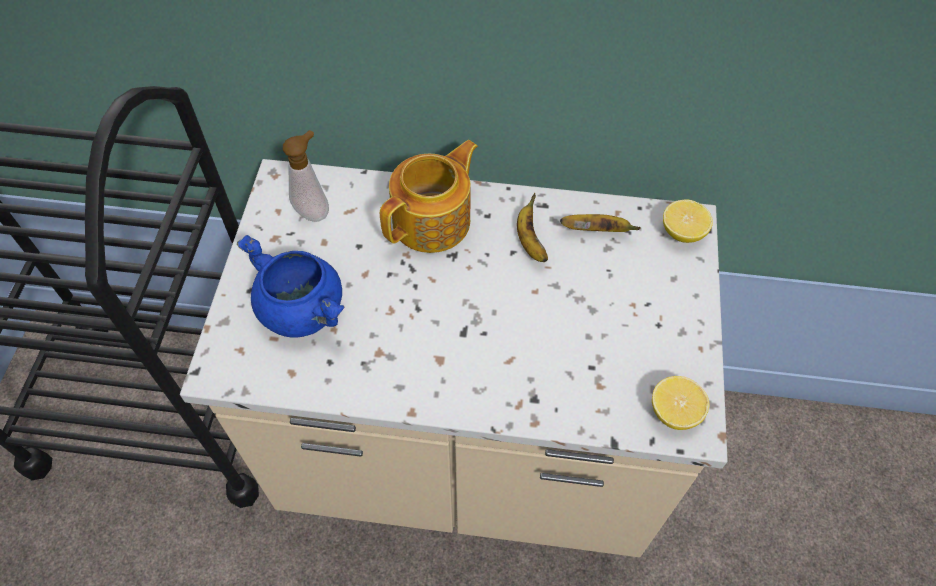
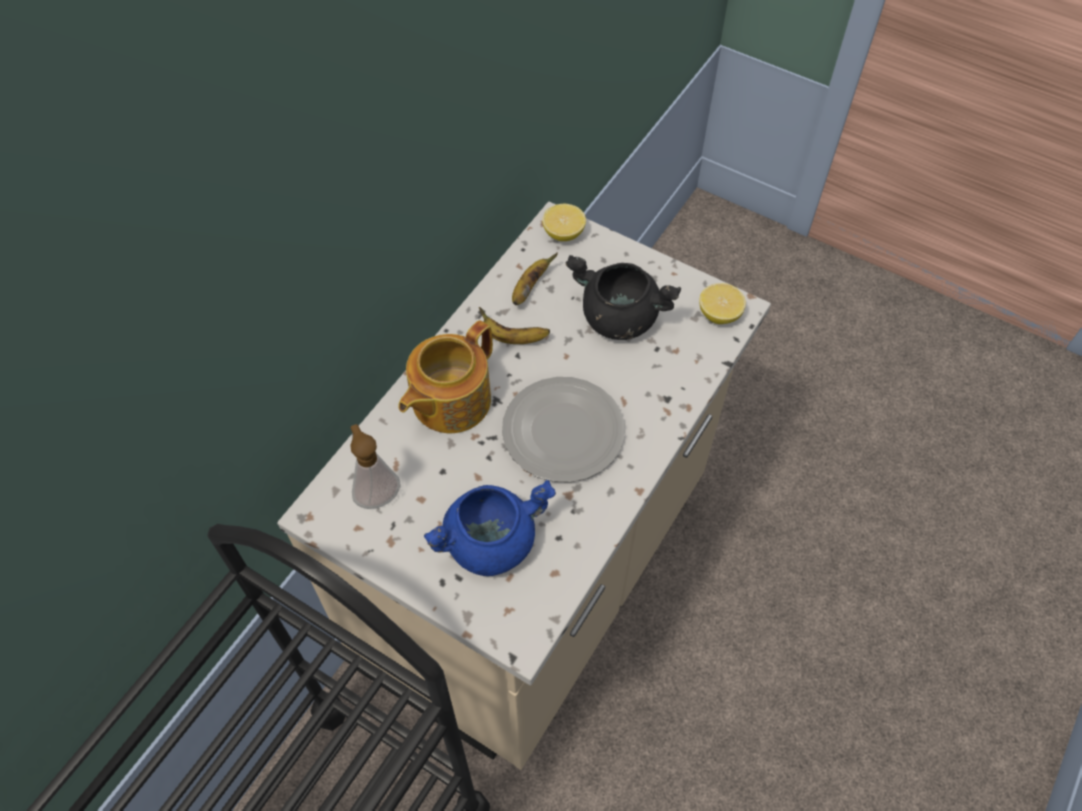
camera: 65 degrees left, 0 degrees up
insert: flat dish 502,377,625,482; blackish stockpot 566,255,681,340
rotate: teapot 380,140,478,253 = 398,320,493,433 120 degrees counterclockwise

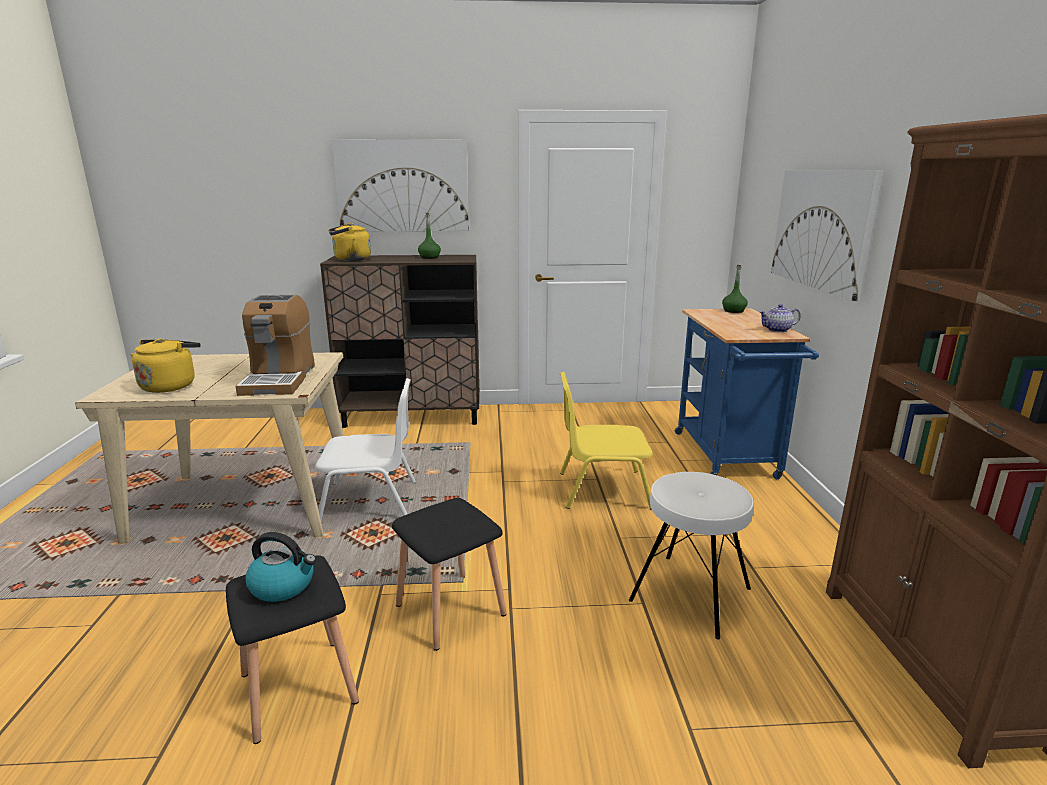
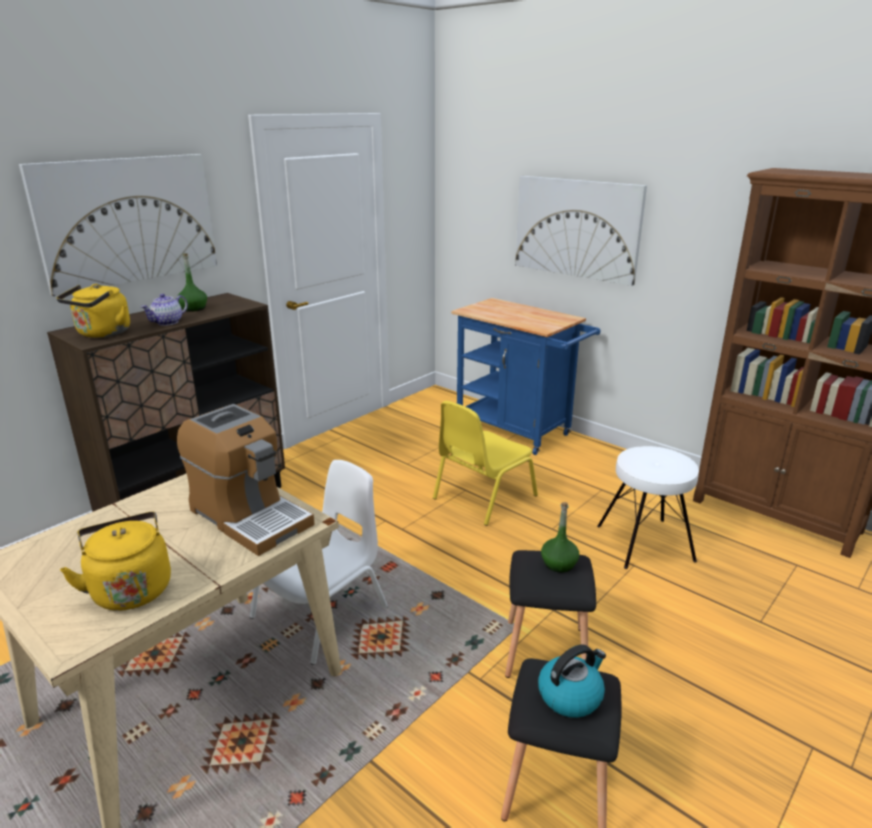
camera: 45 degrees left, 5 degrees up
move: greenish beverage bottle 722,265,748,313 to 541,502,579,573; teapot 759,304,801,332 to 141,294,188,326

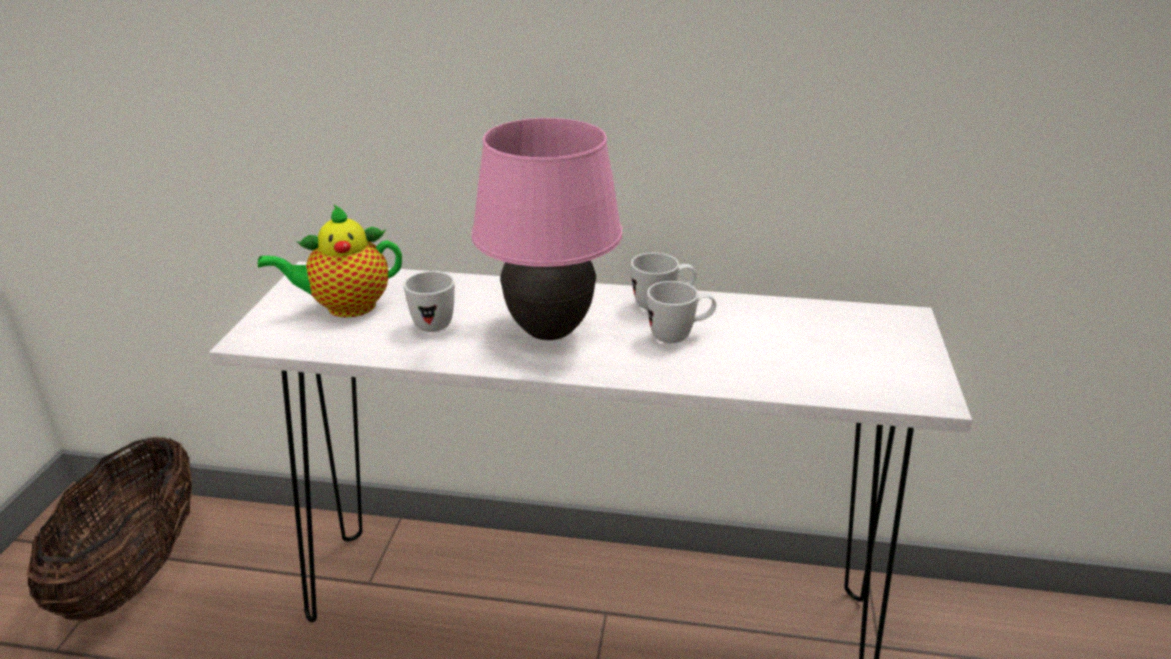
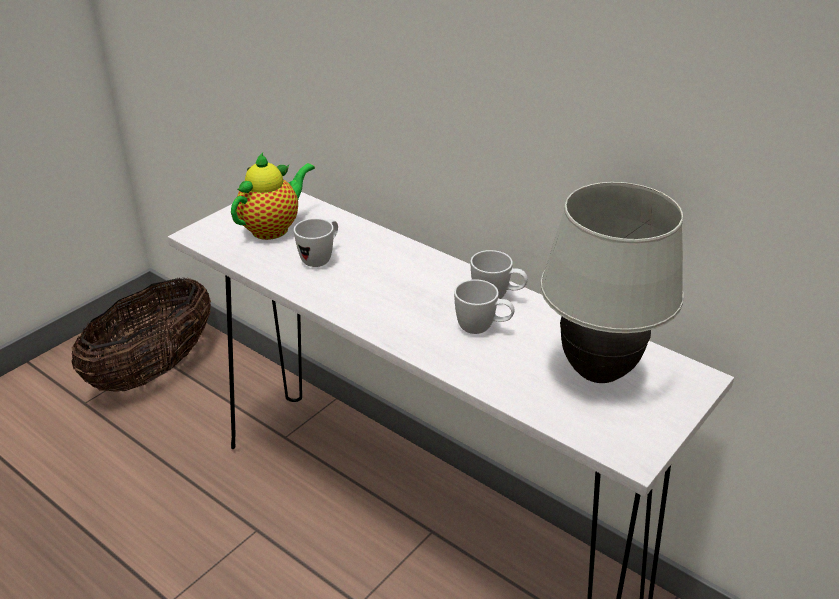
camera: 30 degrees right, 5 degrees up
delete: pinkish lamp for a table 472,118,622,340
insert: white lamp for a table 540,182,684,383
rotate: teapot 258,204,402,318 = 231,152,315,240 120 degrees clockwise

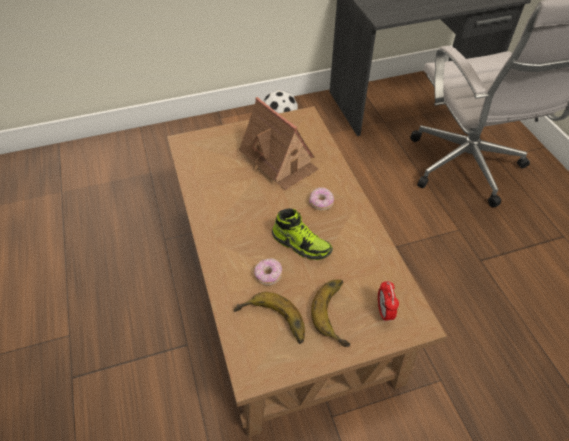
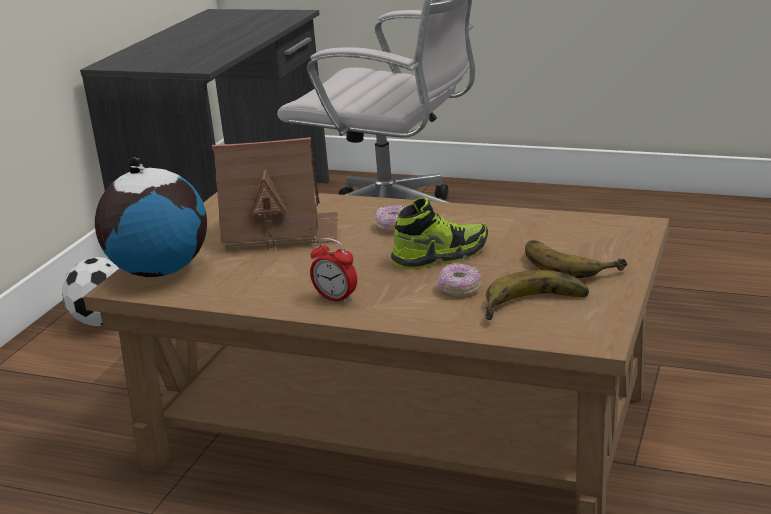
camera: 50 degrees left, 25 degrees down
insert: desk globe 95,157,207,277
move: table clock 378,281,399,321 to 310,238,357,304

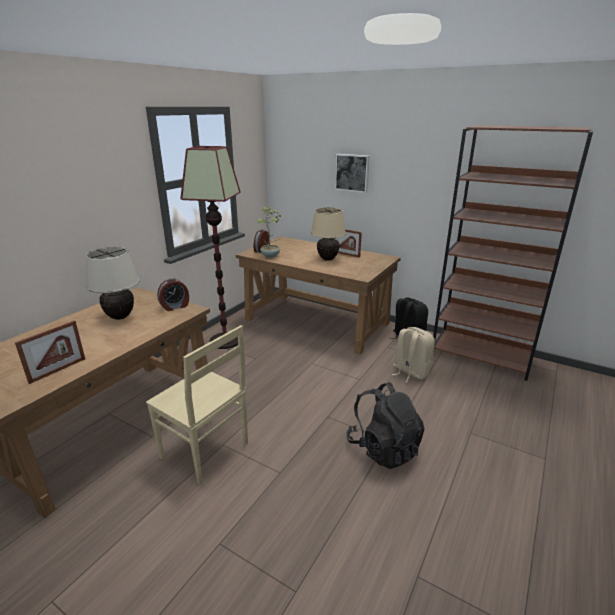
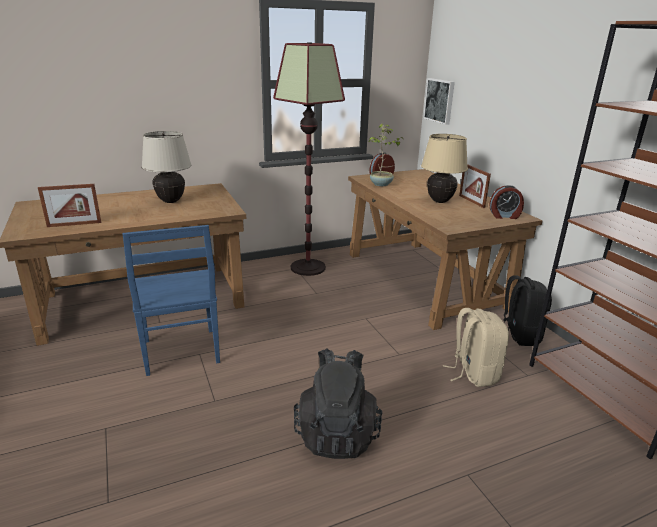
camera: 35 degrees right, 0 degrees up
move: table clock 157,279,189,311 to 489,185,524,219; picture 335,154,370,193 to 423,78,455,125
recolor: beige plain chair 146,325,248,485 to bluish plain chair 122,225,220,376

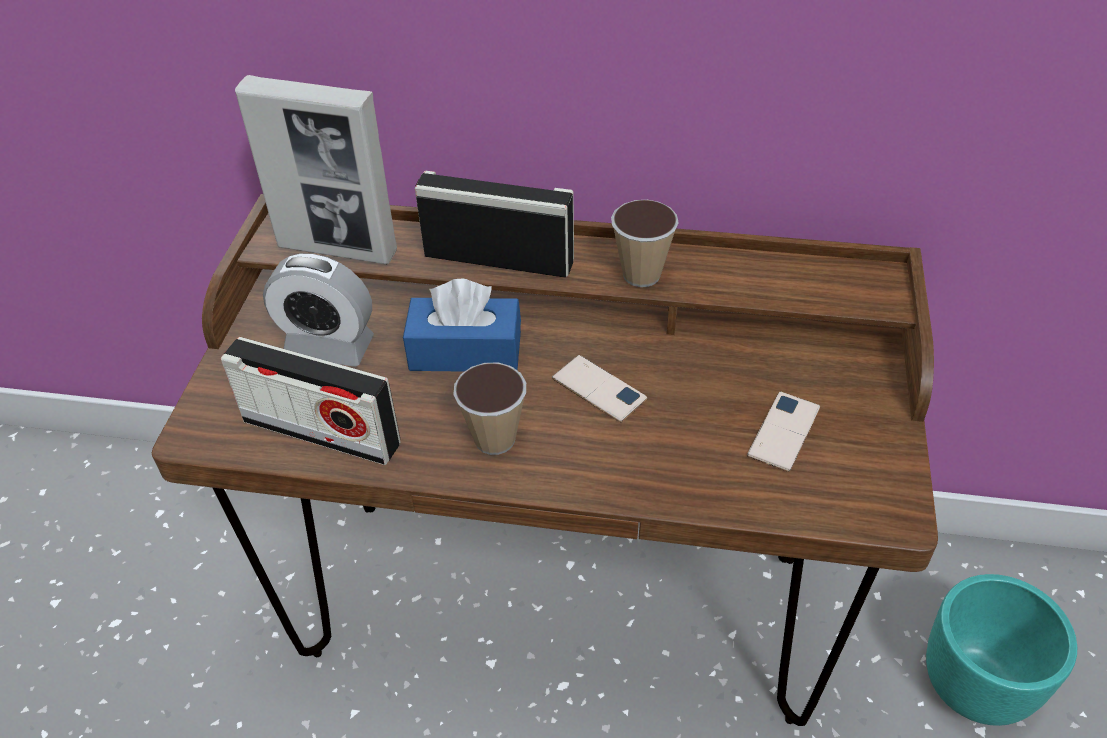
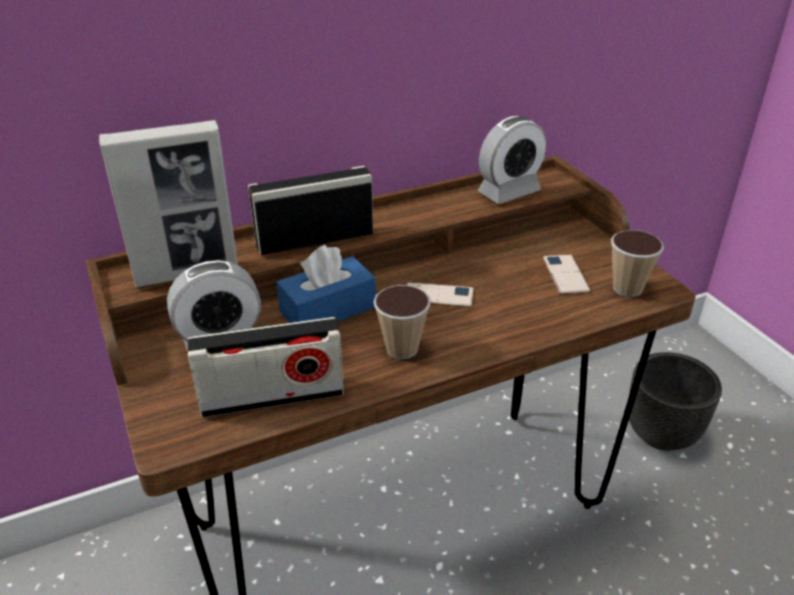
camera: 35 degrees left, 10 degrees down
insert: table clock 478,116,546,204
move: drinking cup 611,200,679,287 to 611,230,664,297
recolor: turquoise flower pot 926,574,1077,726 to blackish flower pot 629,352,722,451

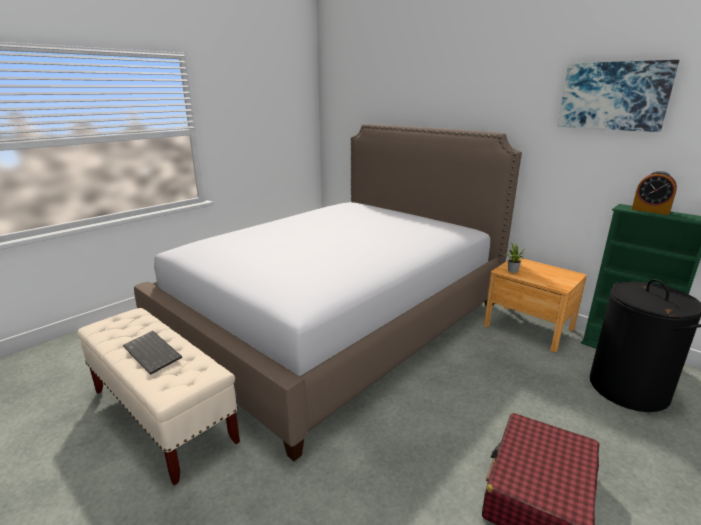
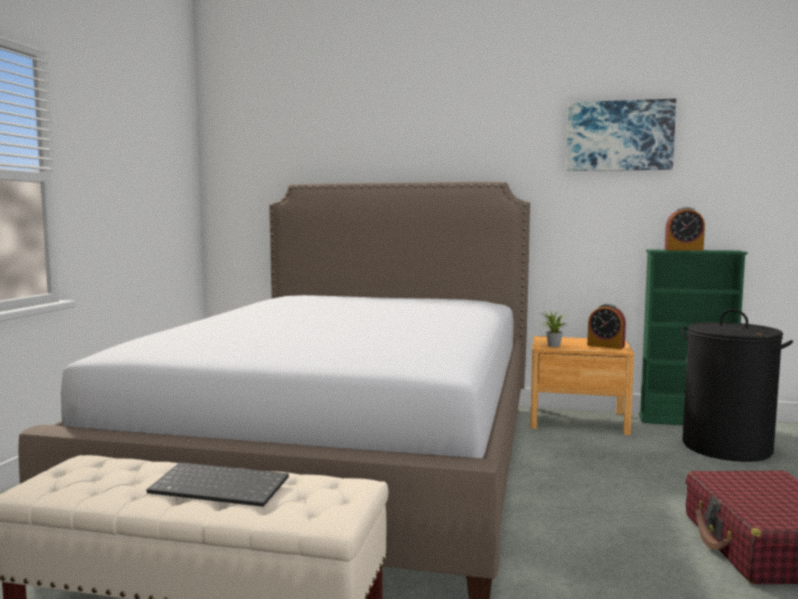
camera: 30 degrees left, 15 degrees down
insert: table clock 587,304,626,349

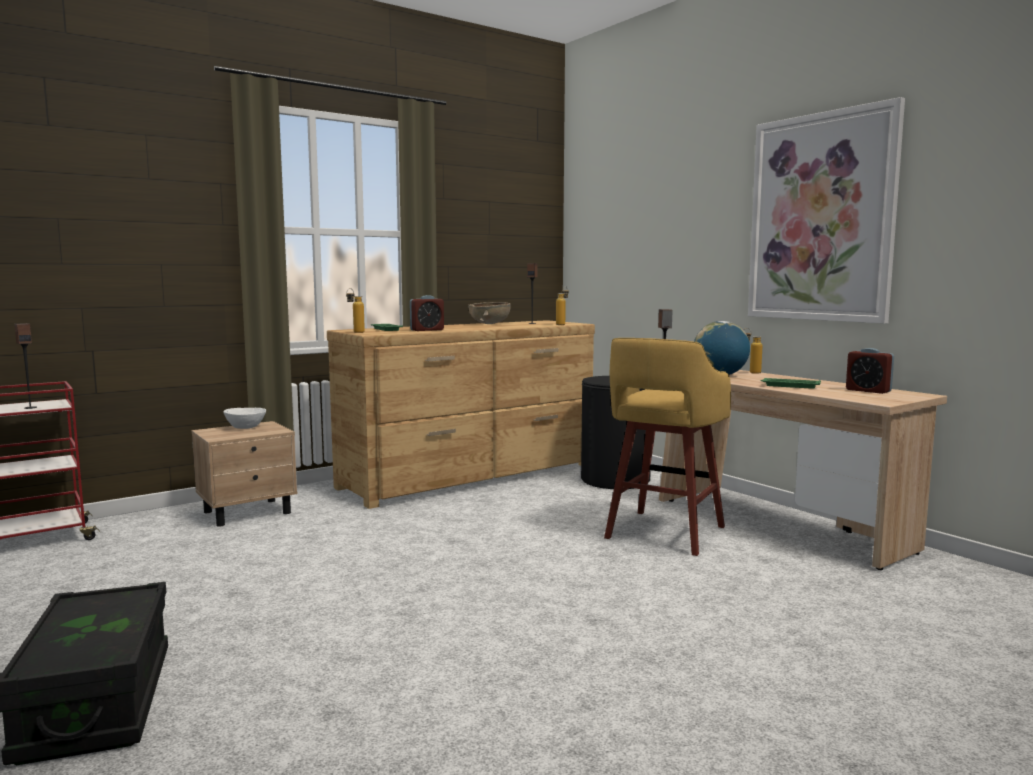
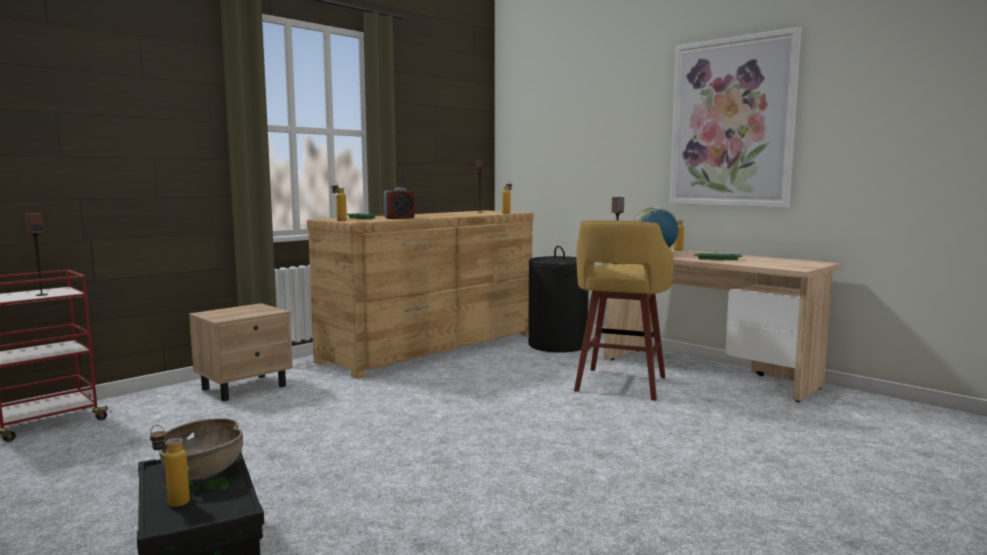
camera: 10 degrees left, 0 degrees up
delete: white bowl 223,408,266,429; table clock 846,348,894,394
insert: beverage bottle 150,425,190,507
move: brownish bowl 468,302,510,324 to 159,418,243,479

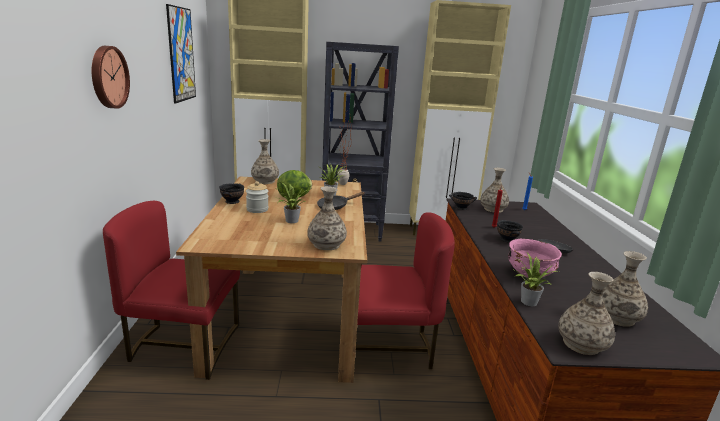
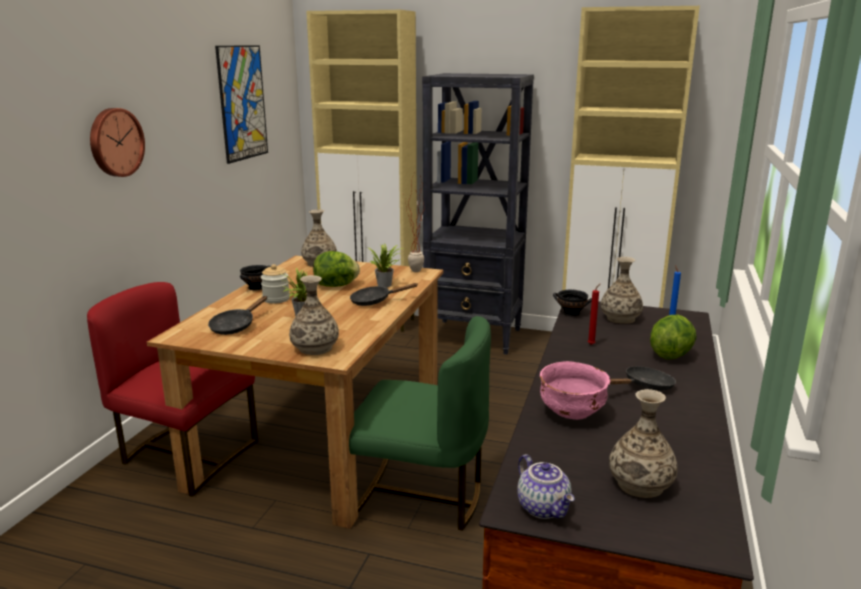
camera: 20 degrees right, 0 degrees up
delete: blackish bowl 497,220,523,243; houseplant 514,253,557,306
insert: blackish pan 208,296,267,335; head of lettuce 650,314,697,359
replace: vase 558,272,615,355 to teapot 517,454,574,519
recolor: reddish plain chair 356,212,455,369 to greenish plain chair 349,316,491,531

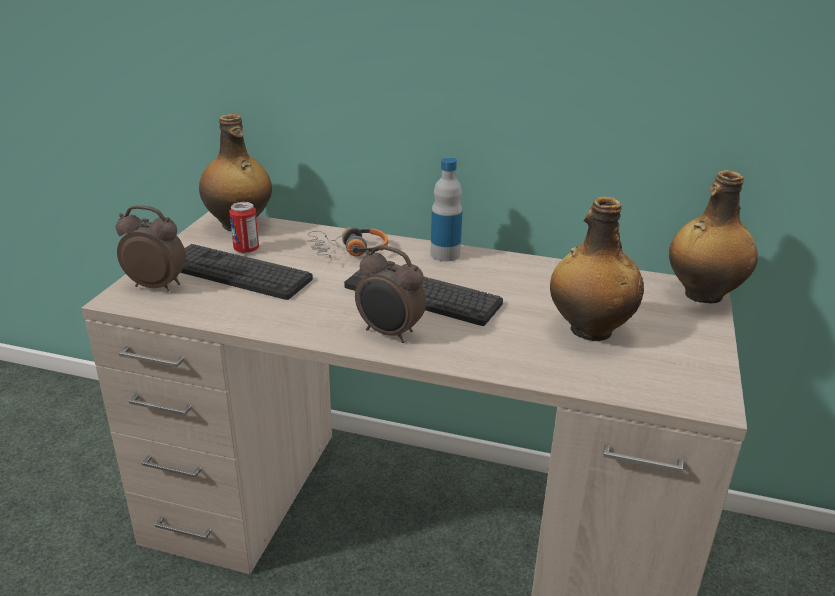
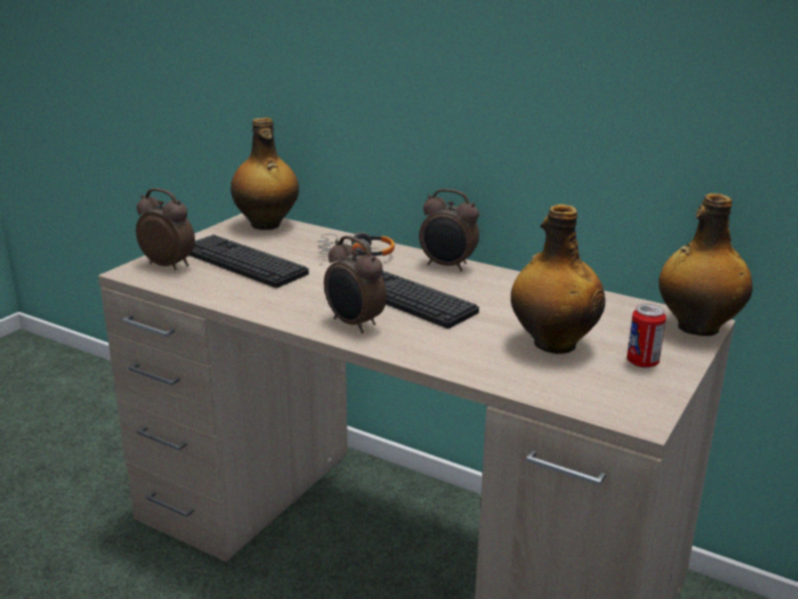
camera: 15 degrees right, 5 degrees down
move: metal can 229,202,259,253 to 627,304,666,368
replace: beverage bottle 430,157,463,261 to table clock 419,189,479,271

